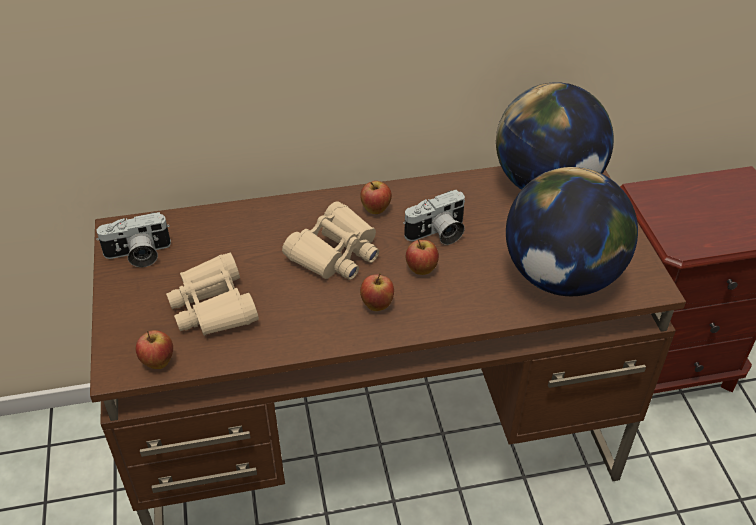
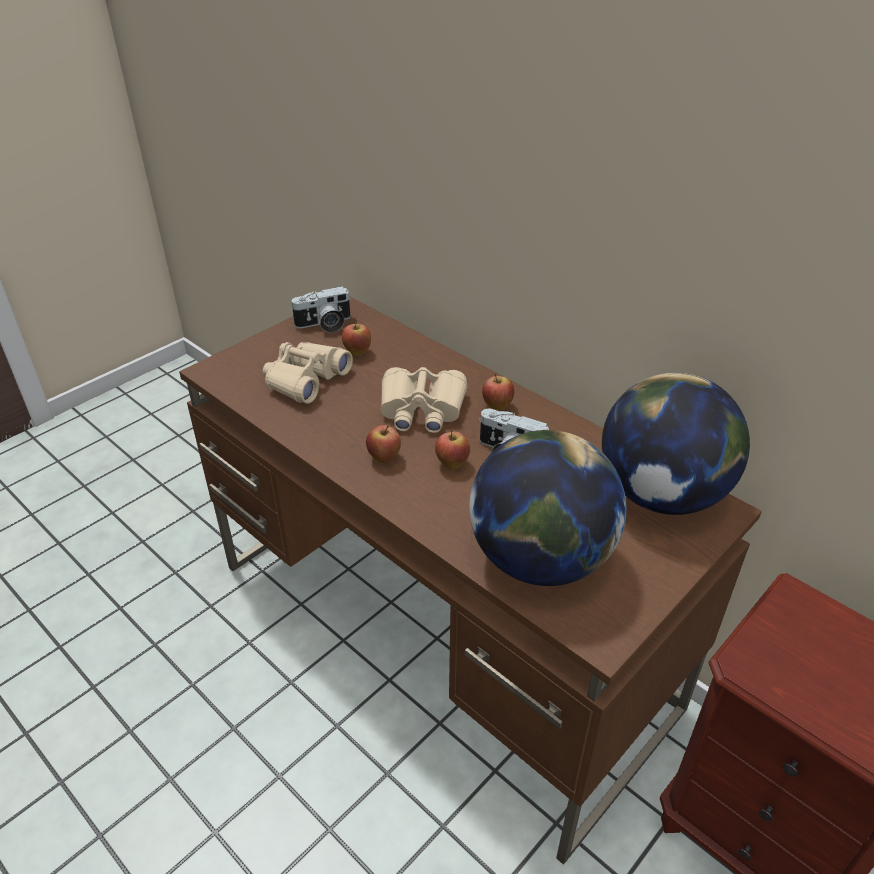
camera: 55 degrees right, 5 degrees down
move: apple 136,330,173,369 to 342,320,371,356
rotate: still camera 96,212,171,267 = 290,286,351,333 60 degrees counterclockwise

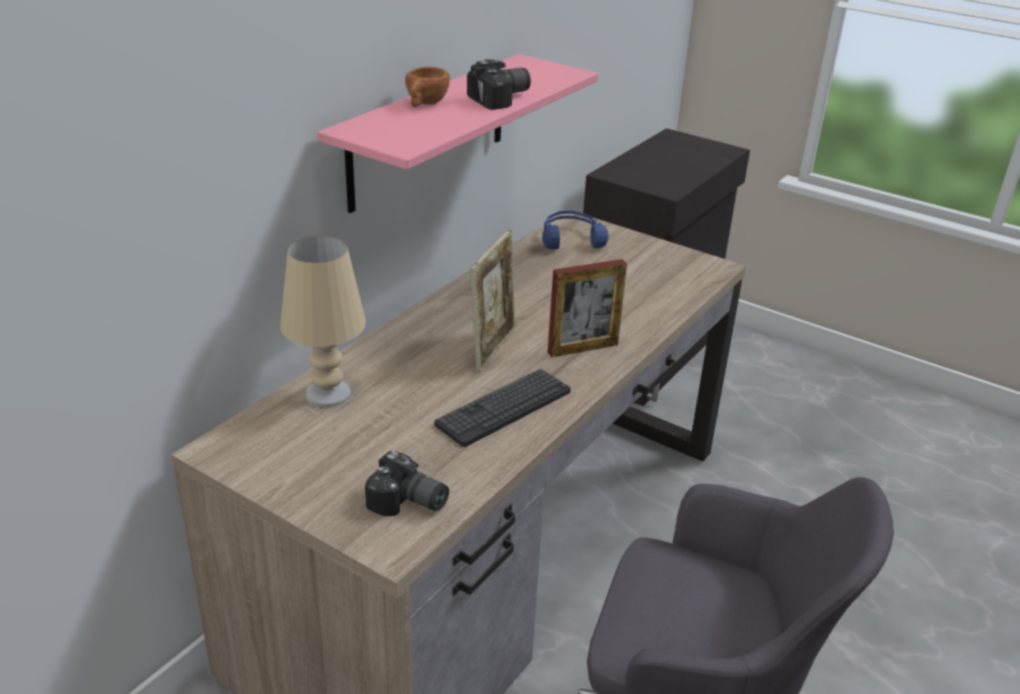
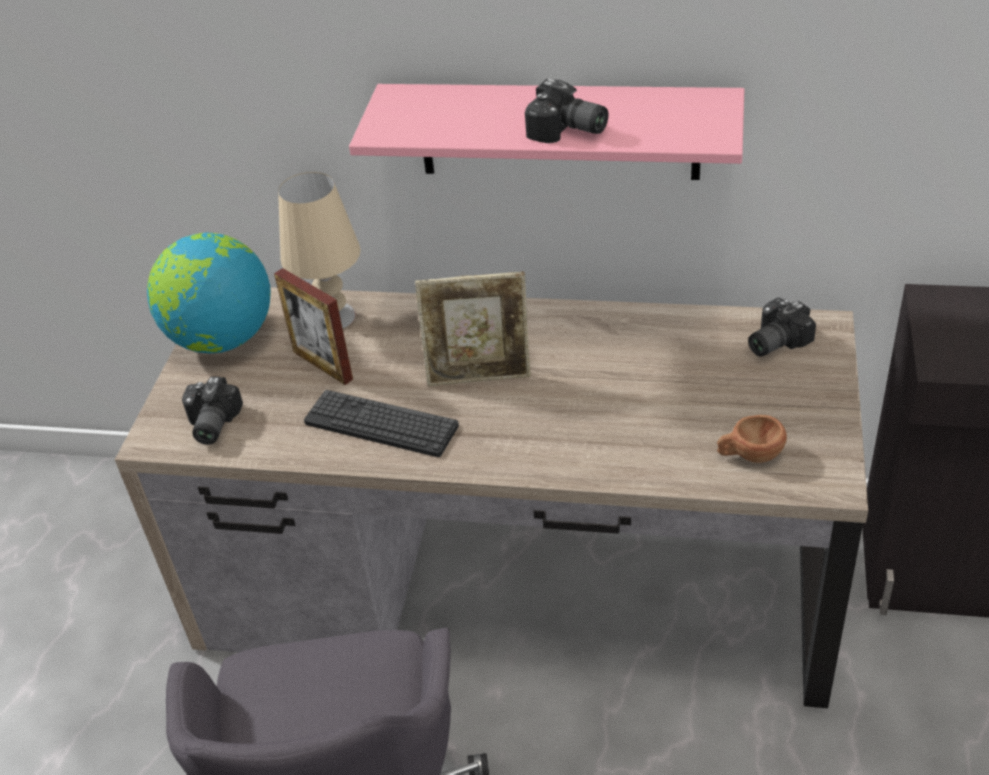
camera: 70 degrees right, 10 degrees up
insert: desk globe 147,233,271,353
move: brownish drinking cup 405,67,450,107 to 717,415,787,463; standing frame 548,259,627,357 to 274,268,353,385
replace: bluish headset 542,210,609,249 to still camera 748,298,816,356

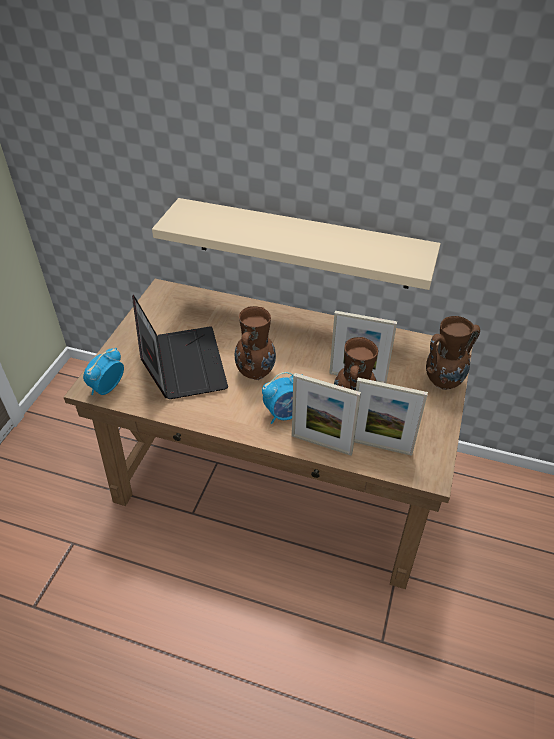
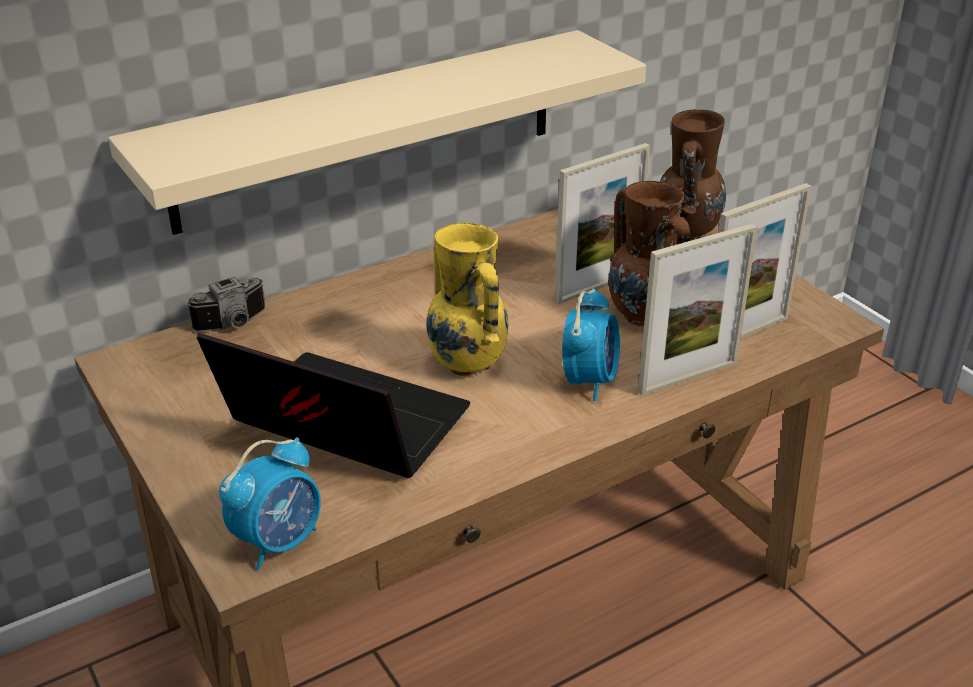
camera: 50 degrees left, 10 degrees down
insert: still camera 187,277,265,332
recolor: brownish vase 235,306,276,380 to yellow-coloured vase 427,223,508,376
rotate: table clock 83,348,124,395 = 219,437,321,570 120 degrees counterclockwise

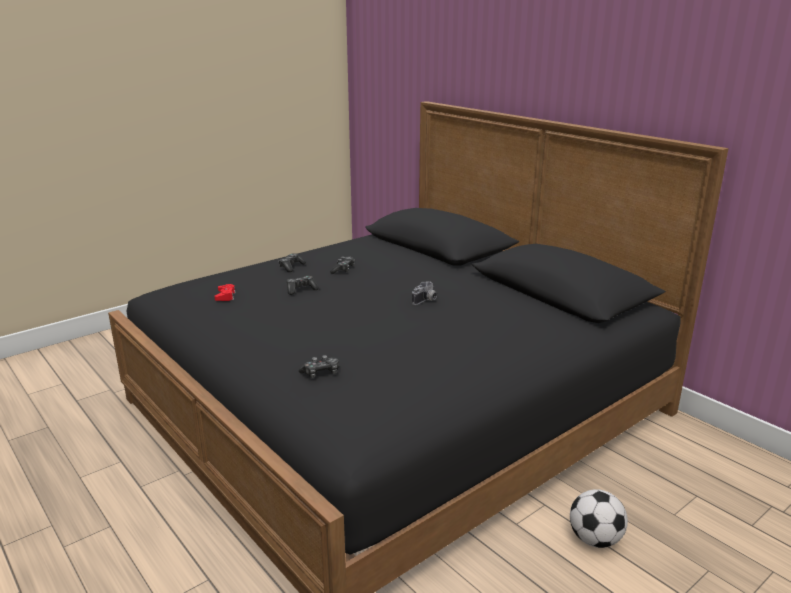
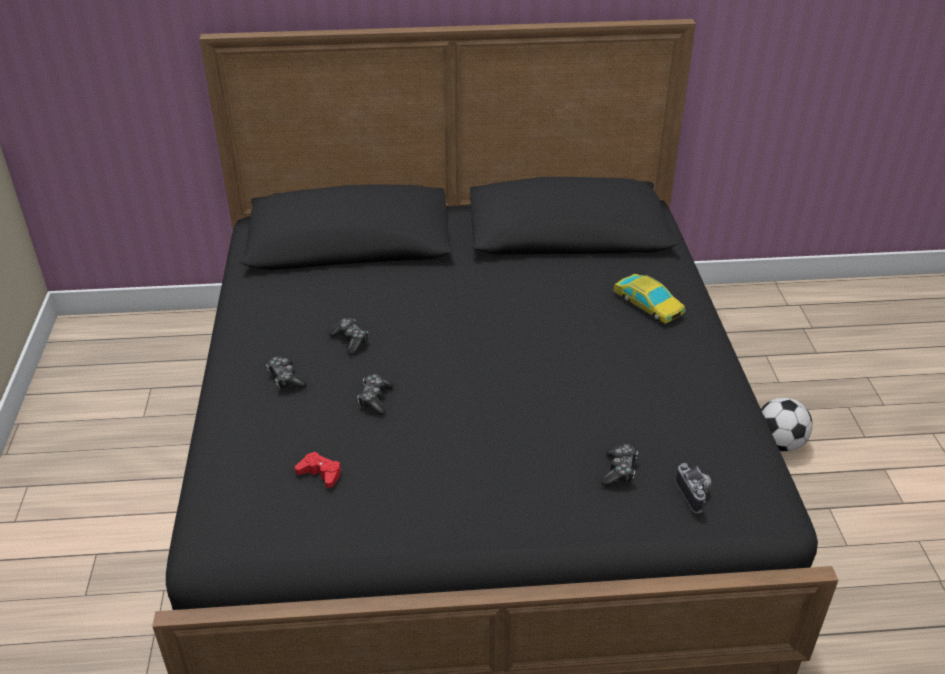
camera: 55 degrees left, 15 degrees up
insert: toy car 613,274,685,324
move: still camera 412,282,437,305 to 676,463,711,513

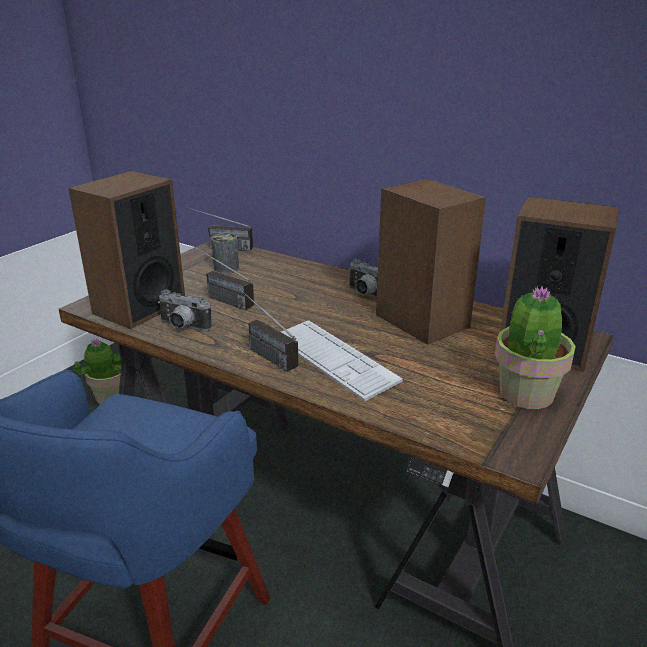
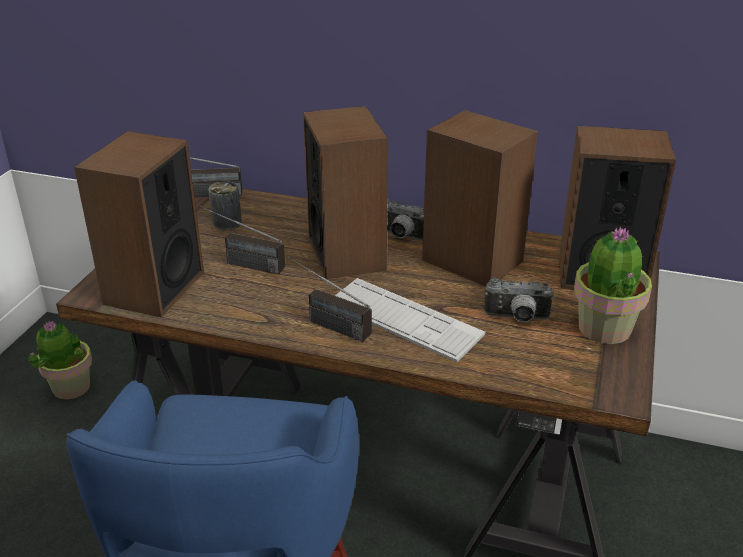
camera: 15 degrees left, 5 degrees up
insert: audio speaker 303,106,388,279
move: still camera 158,290,212,331 to 484,278,554,322

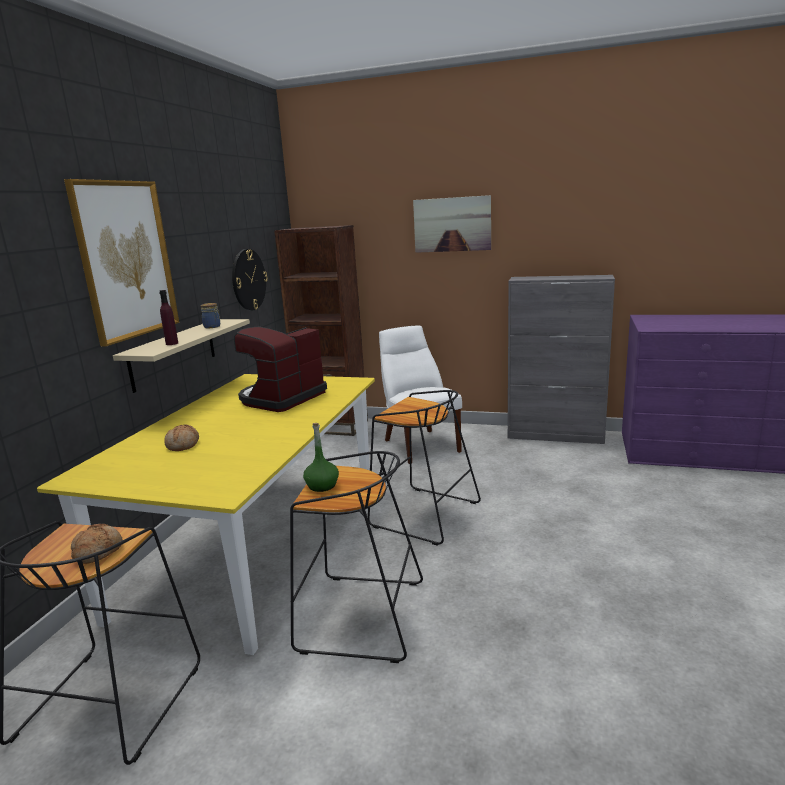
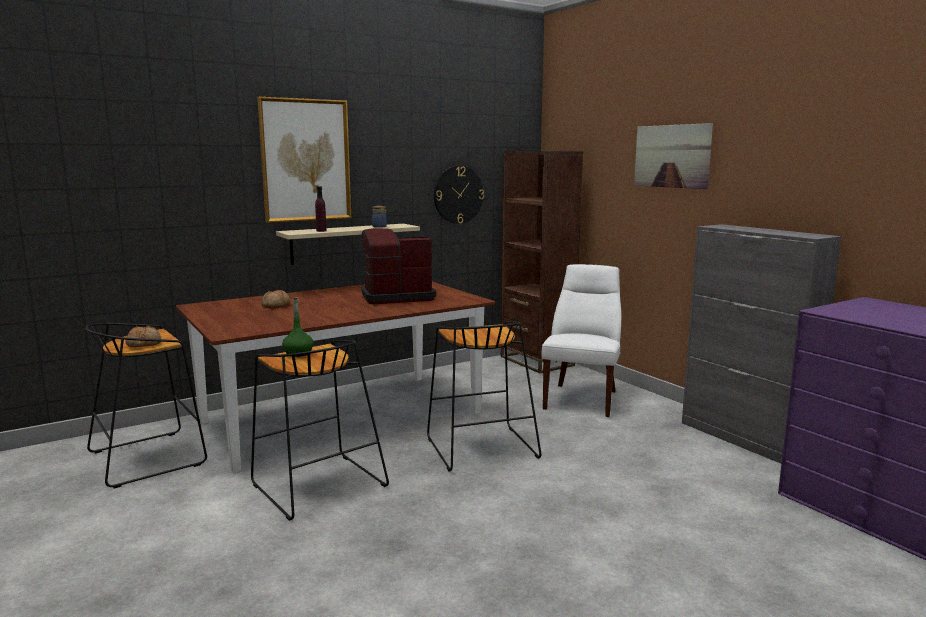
camera: 40 degrees right, 5 degrees down
recolor: yellow-coloured dining table 37,374,375,655 to brownish dining table 176,282,495,473

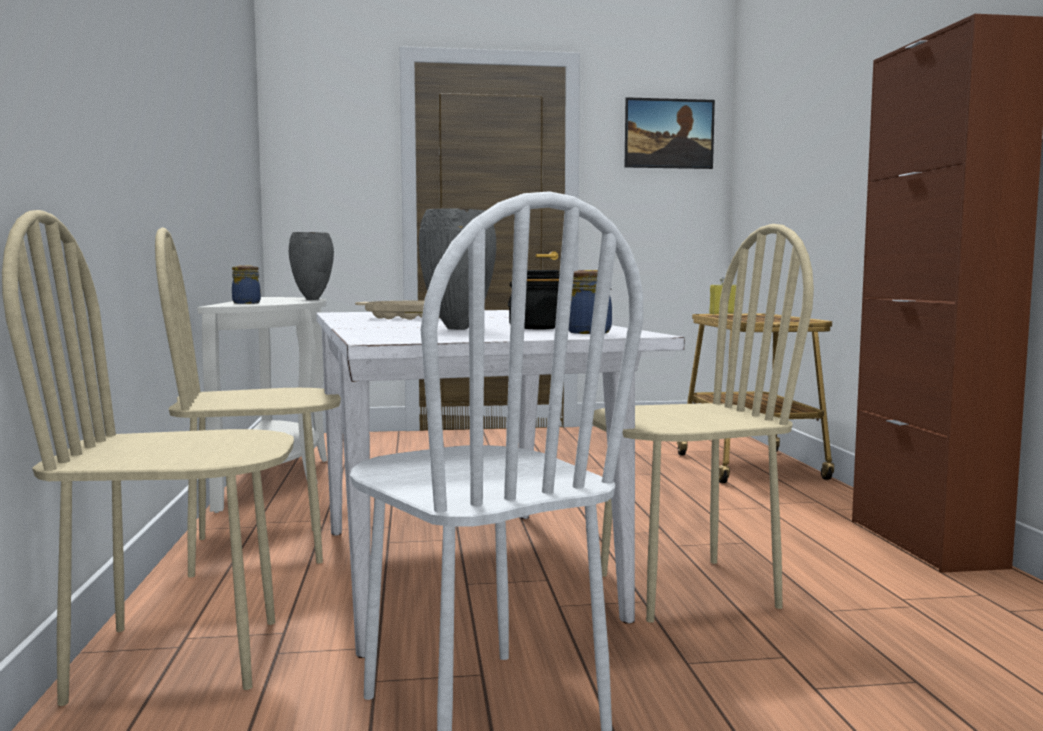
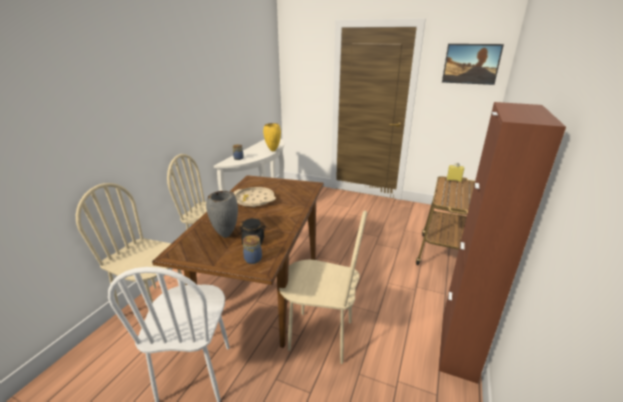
camera: 30 degrees right, 20 degrees up
recolor: gray vase 289,232,334,300 to yellow-coloured vase 263,123,281,151; white dining table 316,310,684,658 to brownish dining table 152,175,324,348

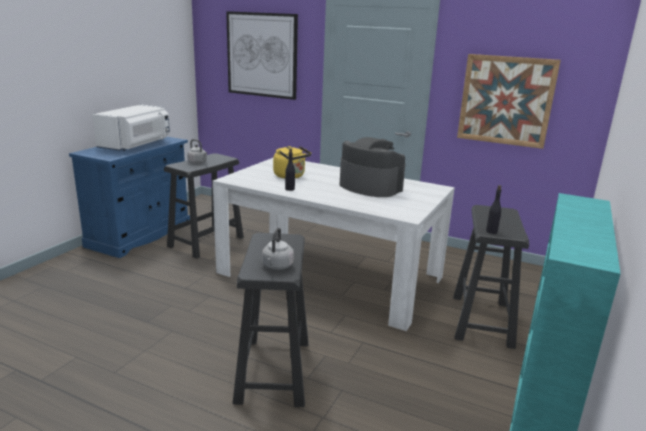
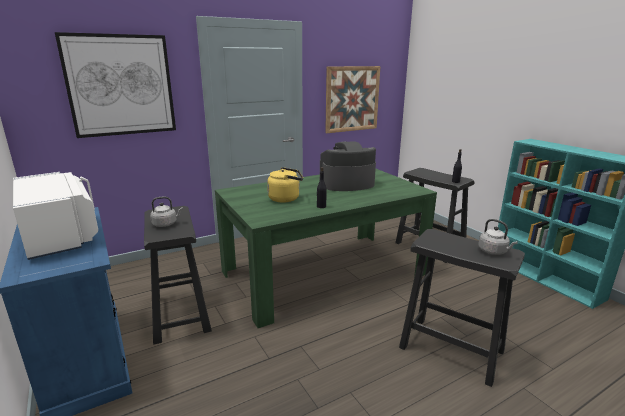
camera: 55 degrees left, 0 degrees up
recolor: white dining table 213,158,455,331 to greenish dining table 215,169,437,328

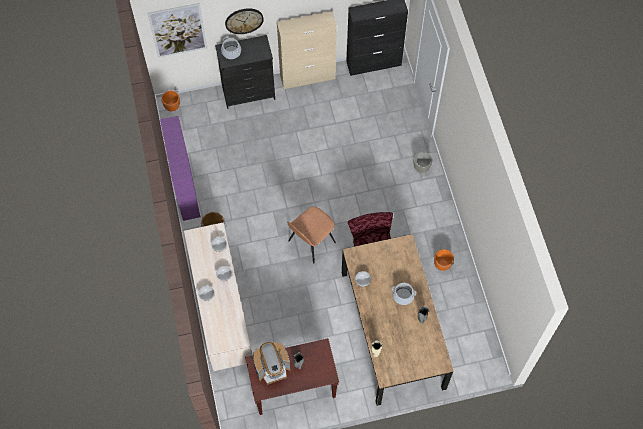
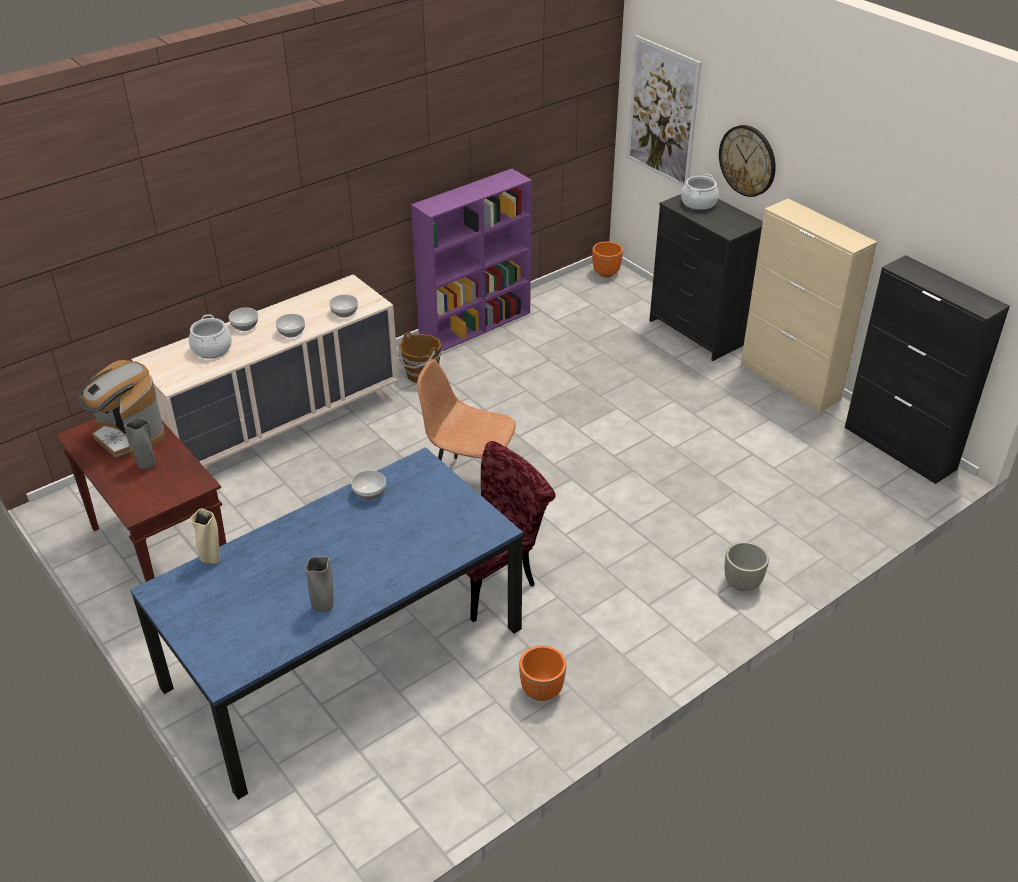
camera: 65 degrees right, 25 degrees down
move: stockpot 392,283,416,305 to 189,314,232,358
recolor: brownish dining table 342,234,454,406 to bluish dining table 130,447,523,800

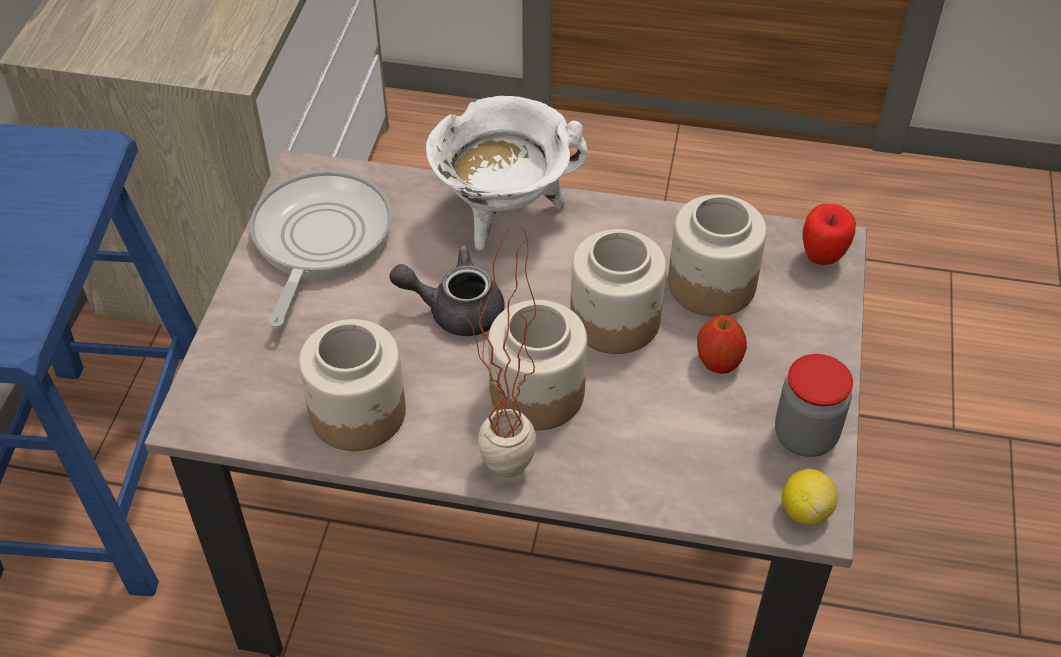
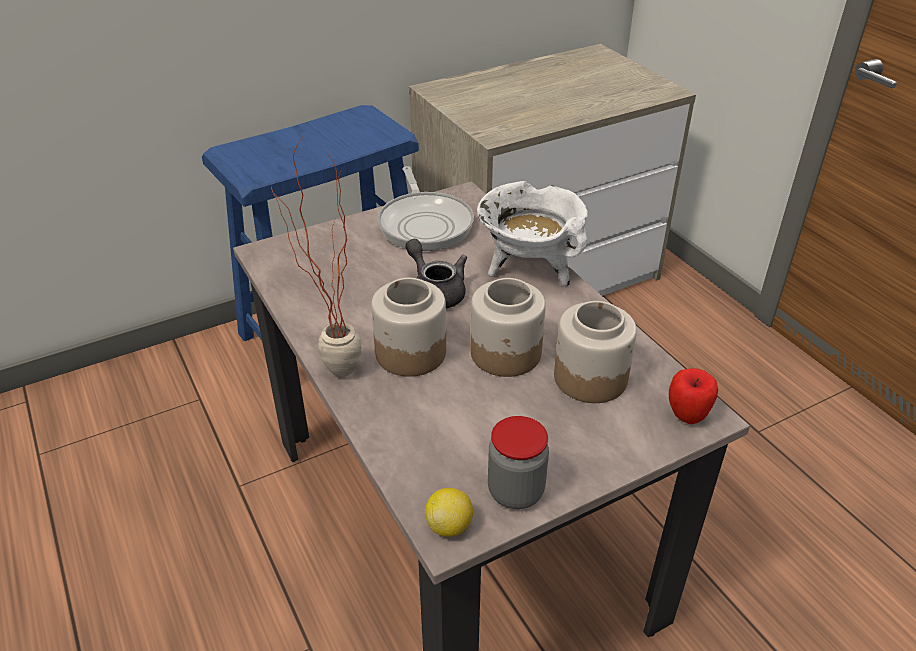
camera: 50 degrees right, 10 degrees down
delete: jar 299,319,406,451; apple 697,315,747,374
rotate: pan 250,171,392,328 = 378,166,474,251 105 degrees clockwise

